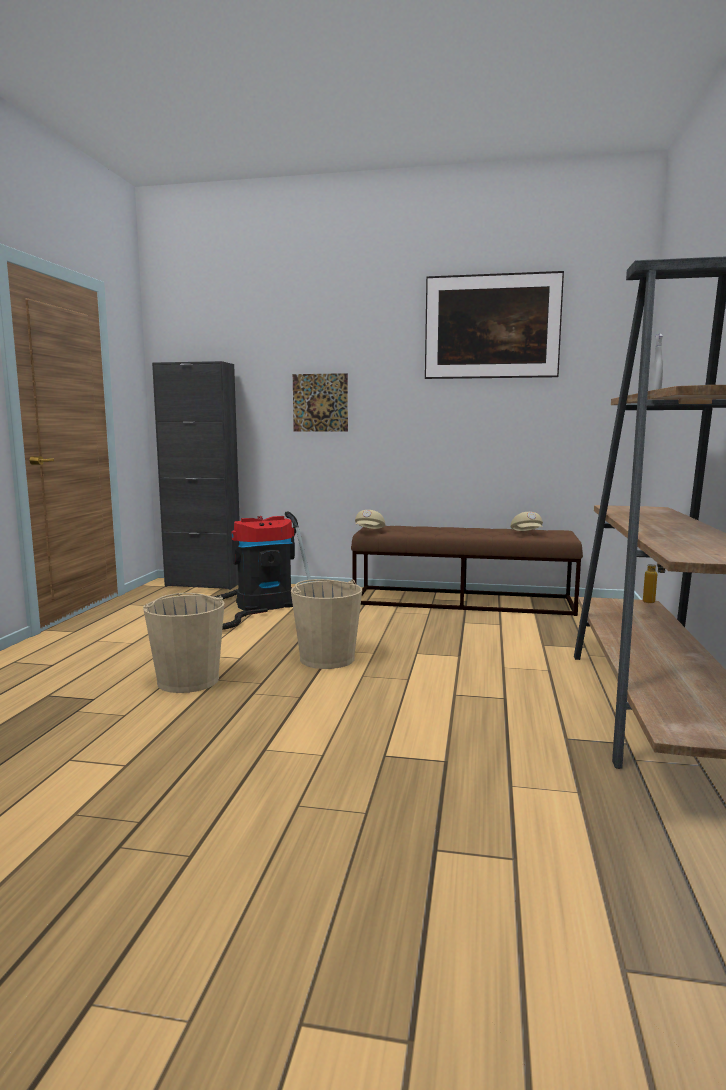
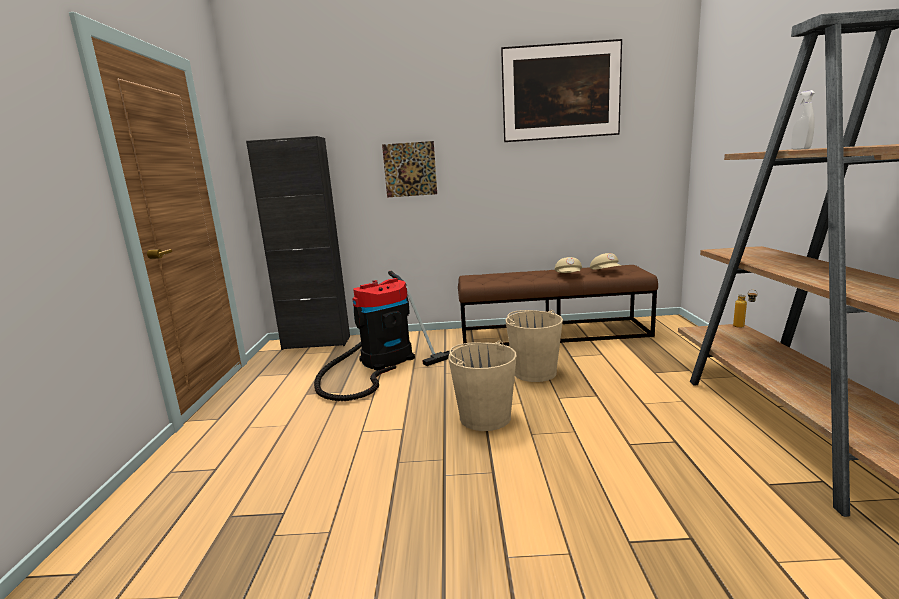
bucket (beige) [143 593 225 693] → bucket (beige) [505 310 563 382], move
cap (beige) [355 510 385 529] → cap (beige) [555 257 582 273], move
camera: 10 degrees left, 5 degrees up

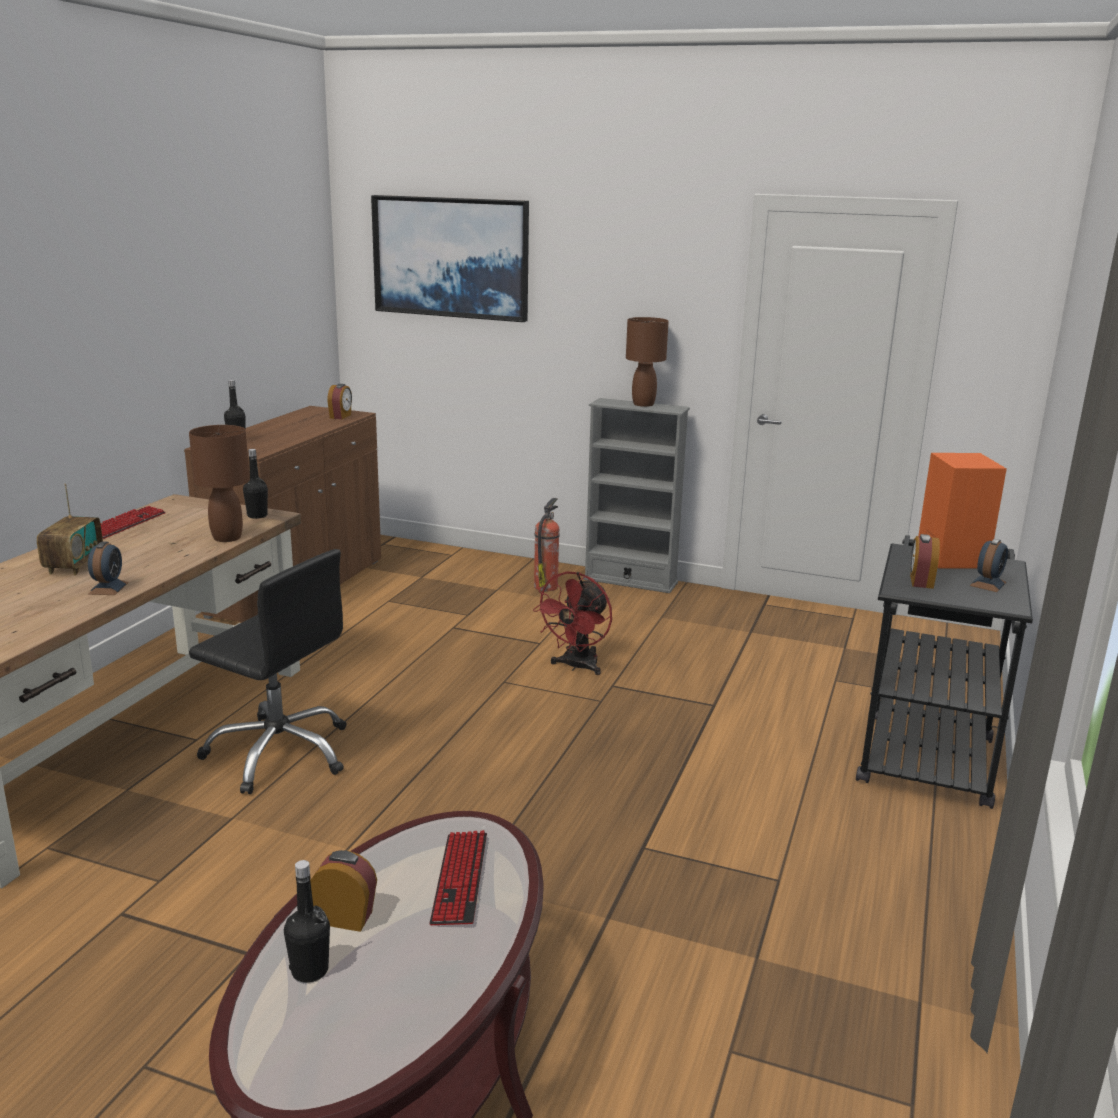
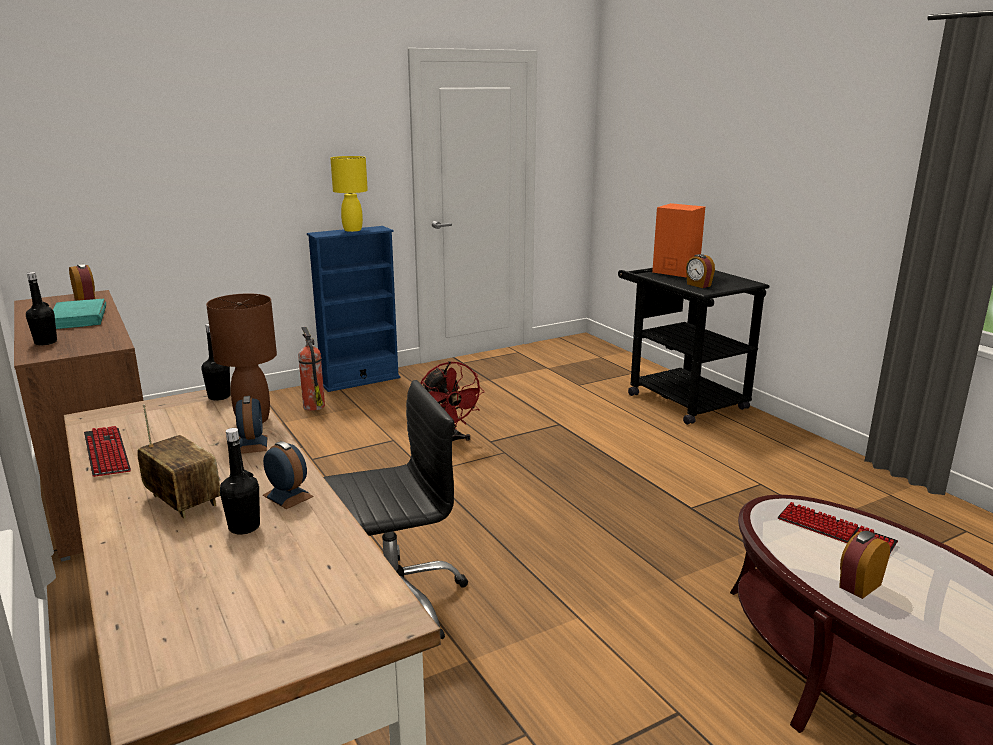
bottle (black) [284 860 330 983] → bottle (black) [220 428 260 535], move
picture [371 195 529 322] → -
bookcase (grey) [583 398 690 593] → bookcase (blue) [307 226 400 392]
table lamp (brown) [626 317 669 407] → table lamp (yellow) [330 156 368 232]
alarm clock [970 539 1008 592] → alarm clock [235 396 268 454], move
- → book (turquoise) [53 299 106 329]
camera: 50 degrees left, 0 degrees up

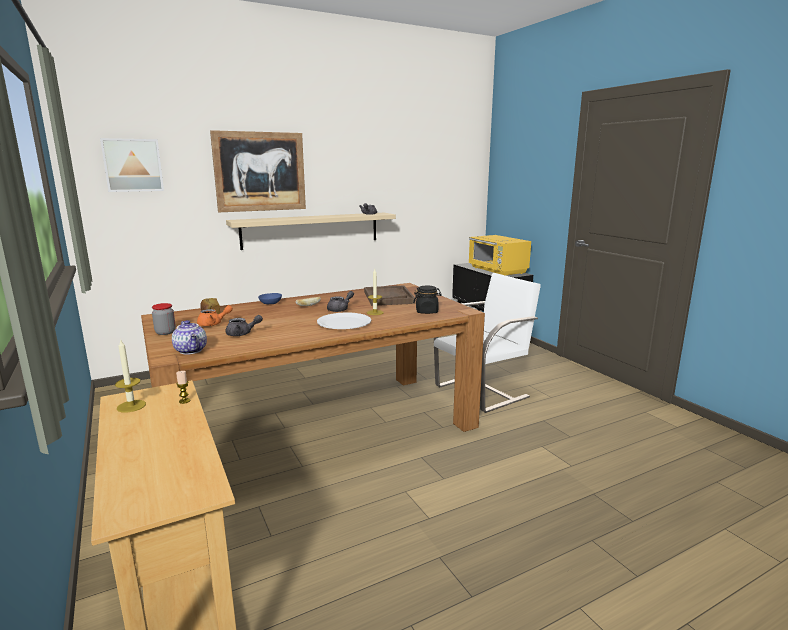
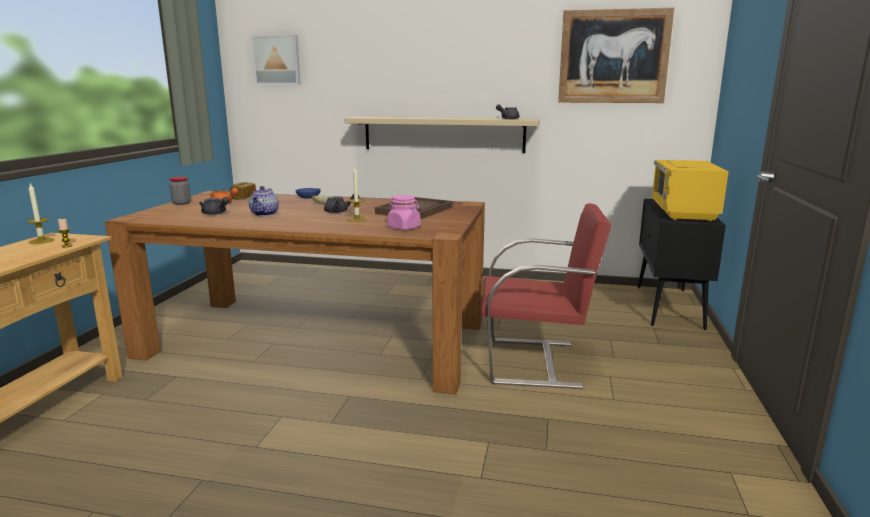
teapot [172 320 207 355] → teapot [249 186 279 216], move
picture [210 130 306 212] → picture [558 8 674 103], move
plate (white) [317 312 371 329] → -
jar (black) [413 286 442 314] → jar (pink) [388 195 420 230]
chair (white) [434 273 541 413] → chair (red) [481 203 612 389]
camera: 40 degrees right, 0 degrees up

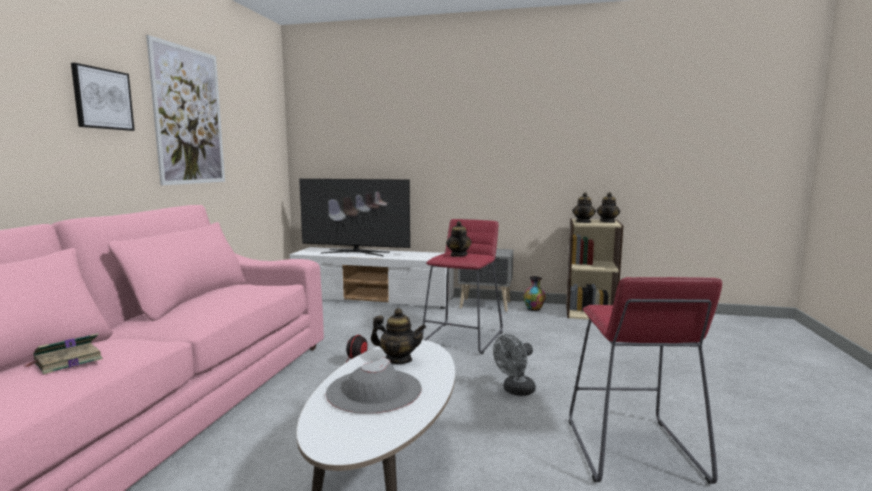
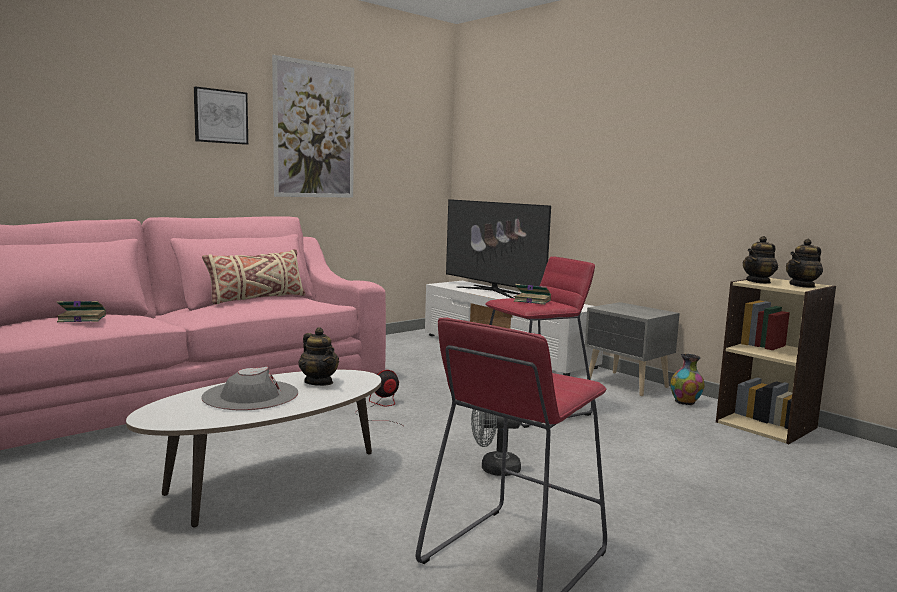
teapot [446 221 472 257] → book [514 284 551 305]
- → pillow (beige) [202 249 306 305]
camera: 35 degrees right, 0 degrees up

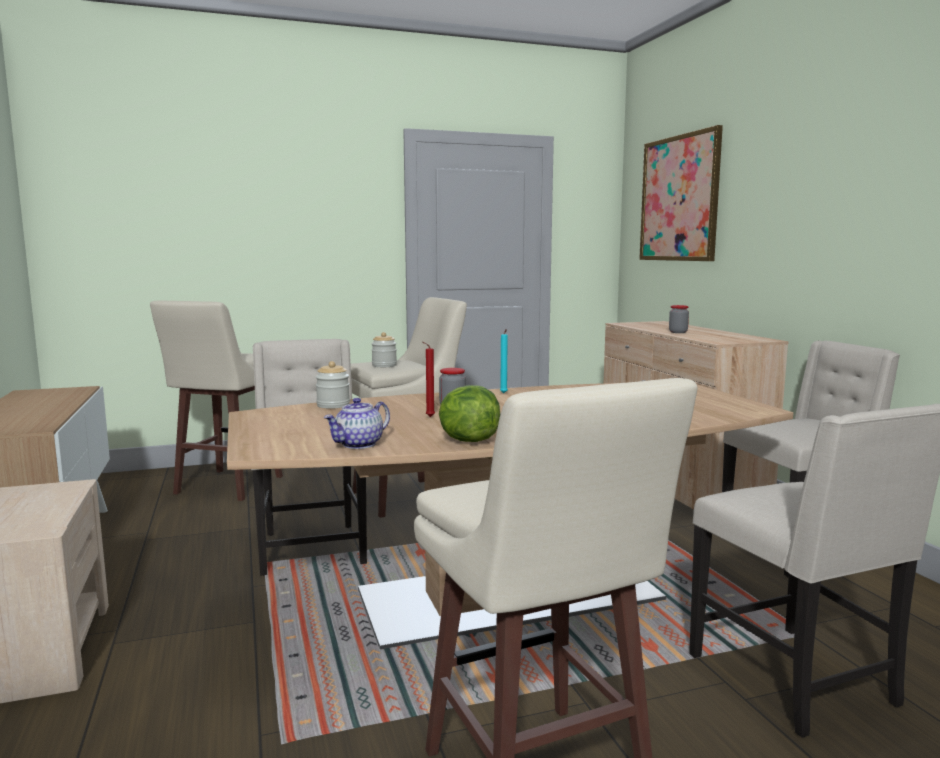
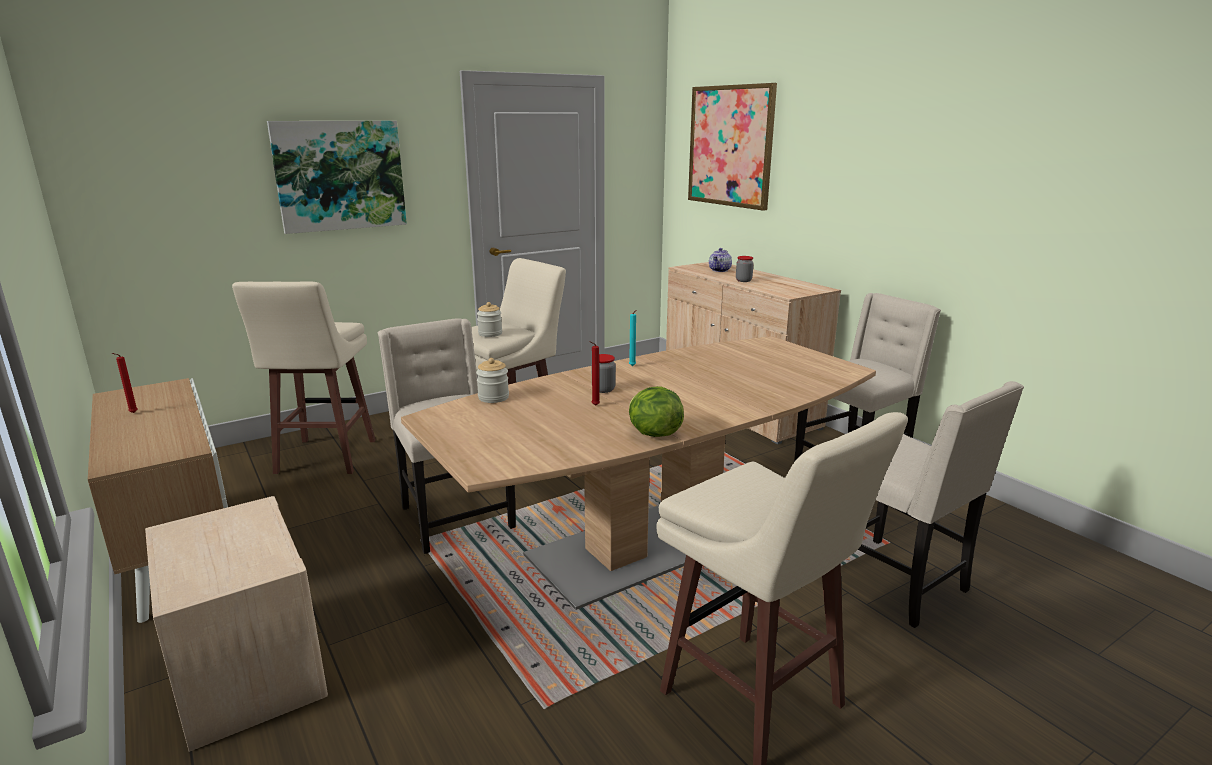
teapot [323 398 390 449] → teapot [709 248 732 272], move
- → candle (red) [112 353 138 413]
- → picture [267 121 407 234]
camera: 15 degrees left, 10 degrees up

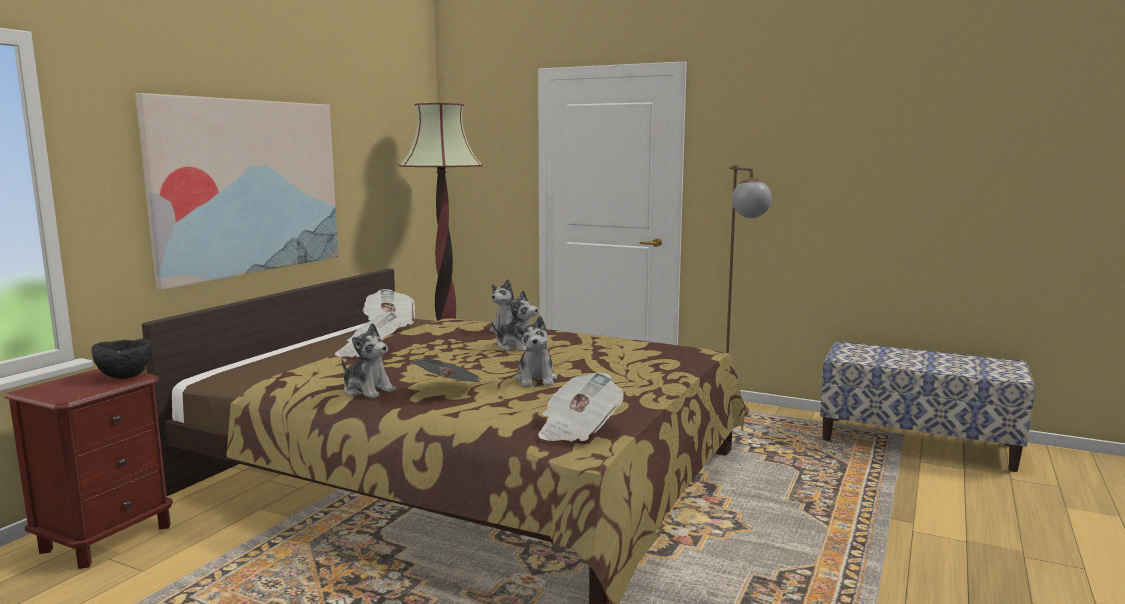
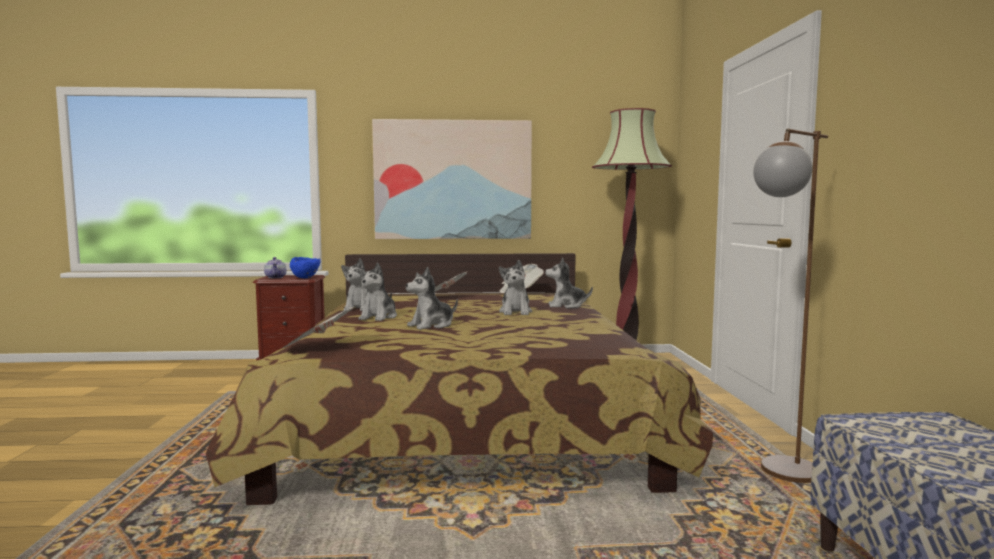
bowl (black) [92 338 153 379] → bowl (blue) [290 257 321 278]
newspaper [410 359 482 382] → plush toy [359 263 397 321]
- → teapot [264 257 286 278]
camera: 60 degrees right, 5 degrees down

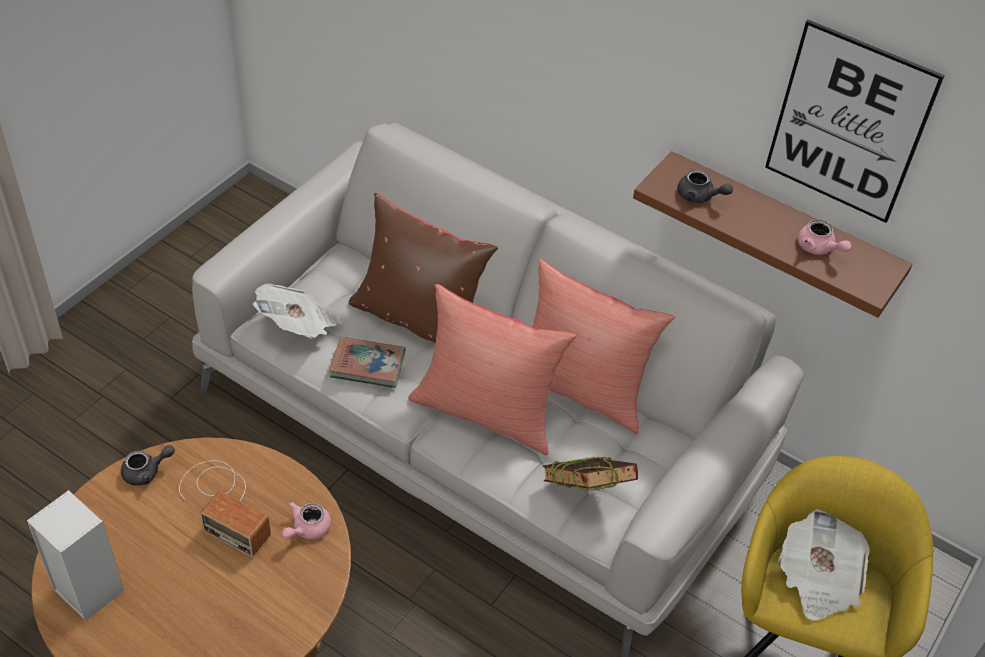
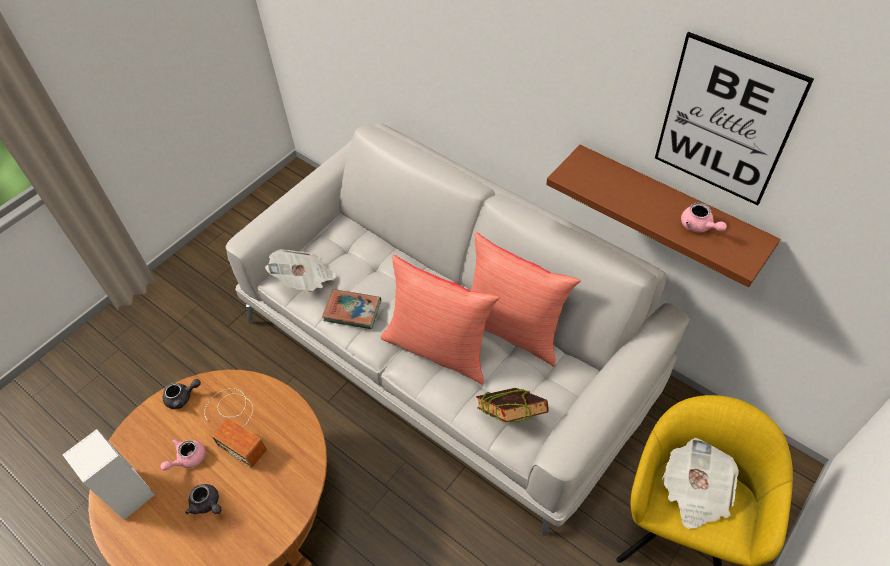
teapot (pink) [282 501 331 539] → teapot (pink) [161 438 206 471], move
pillow (brown) [348 193 498 343] → -
teapot (grey) [677 169 733 203] → teapot (grey) [185 484 221 514], move
camera: 10 degrees right, 5 degrees up

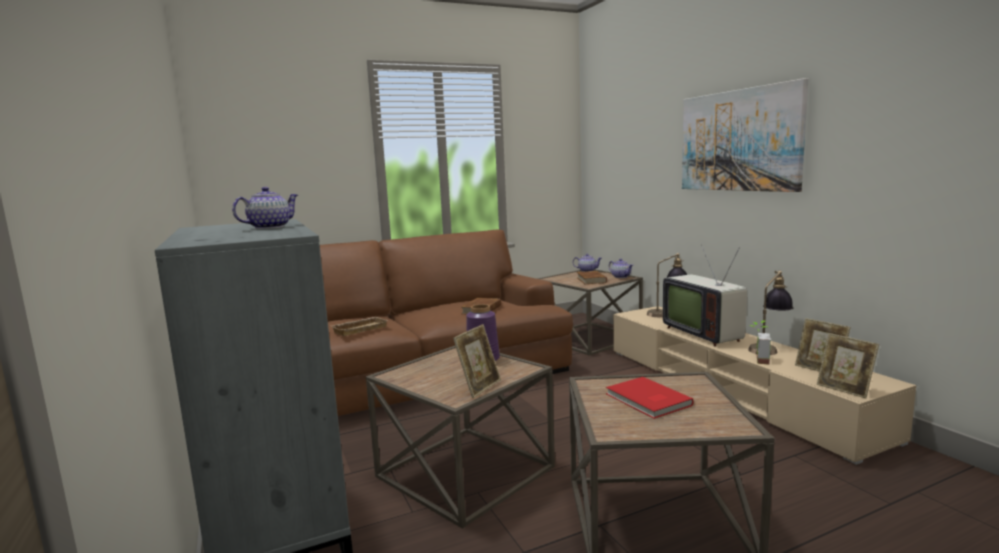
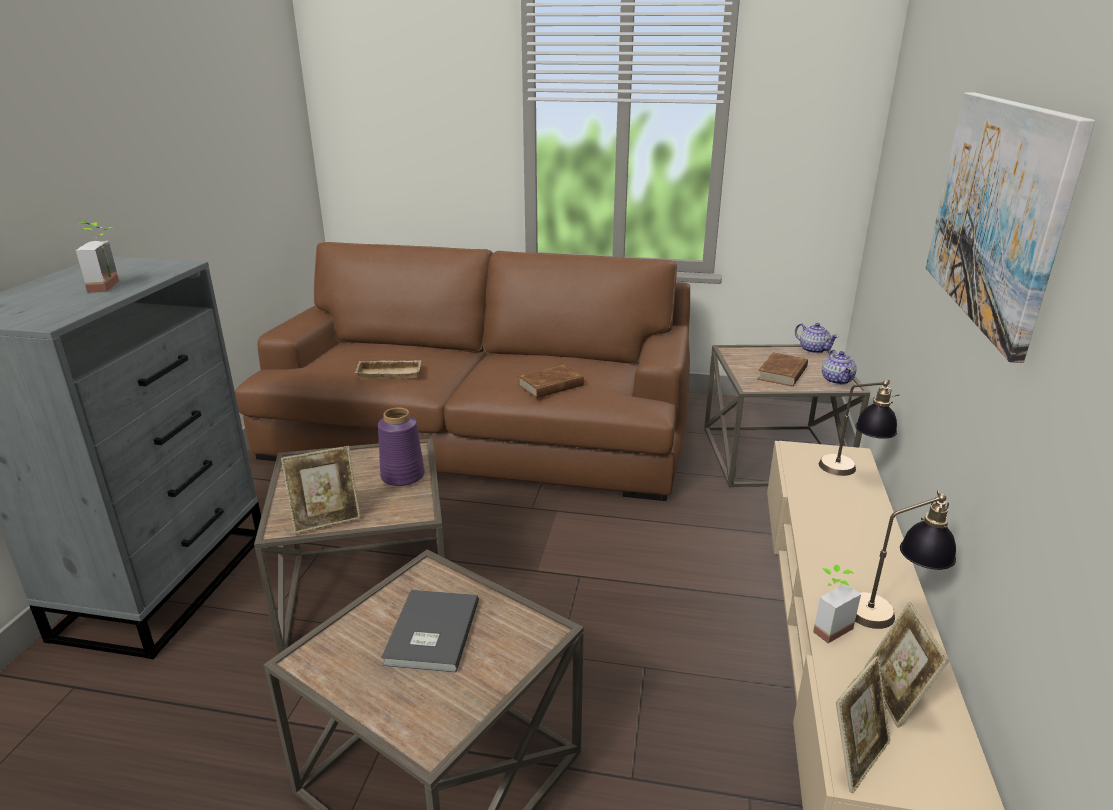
teapot [232 187 298 229] → potted plant [76 222 119 293]
book (red) [606 377 694 419] → book (grey) [381 590 479 673]
television [663 244 747 347] → -
picture frame [817 333 879 399] → picture frame [836 656 891 793], 135 degrees counterclockwise
camera: 35 degrees right, 15 degrees up

